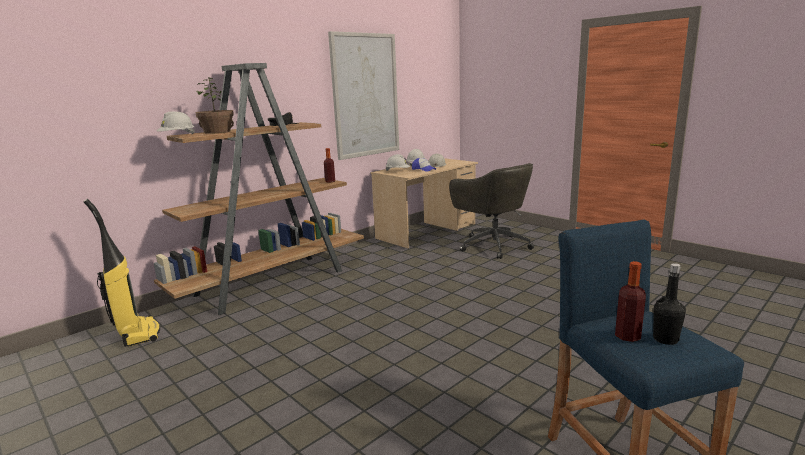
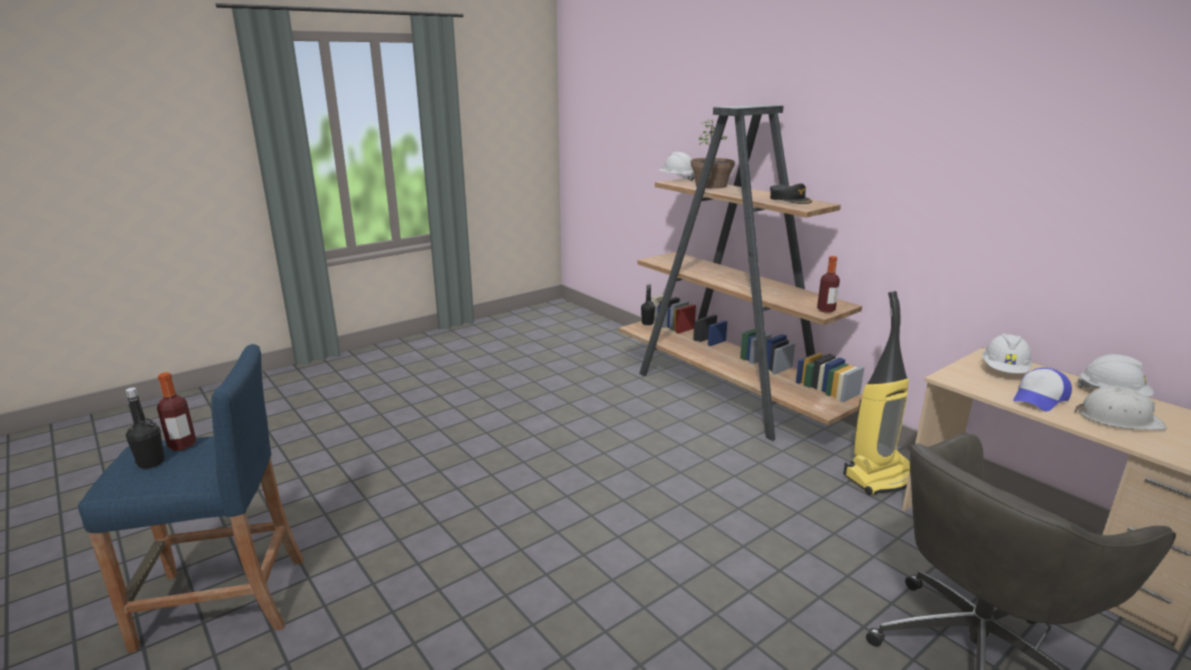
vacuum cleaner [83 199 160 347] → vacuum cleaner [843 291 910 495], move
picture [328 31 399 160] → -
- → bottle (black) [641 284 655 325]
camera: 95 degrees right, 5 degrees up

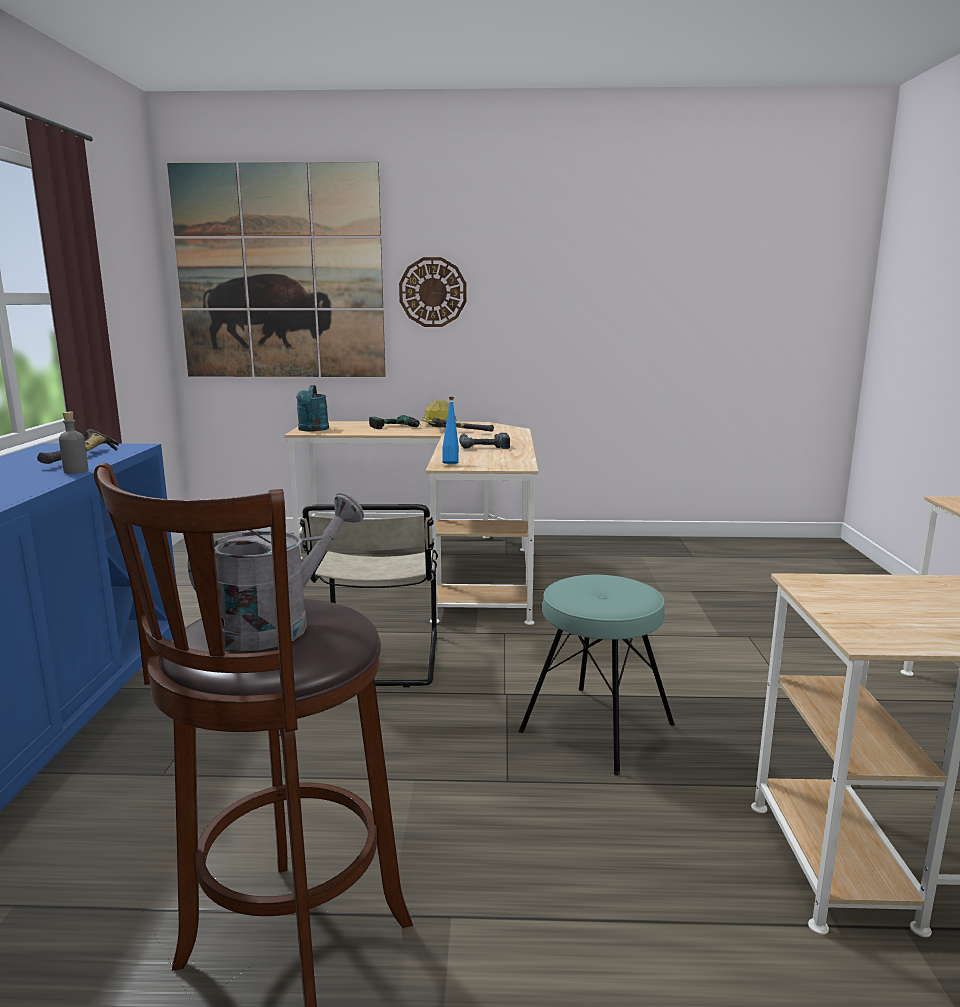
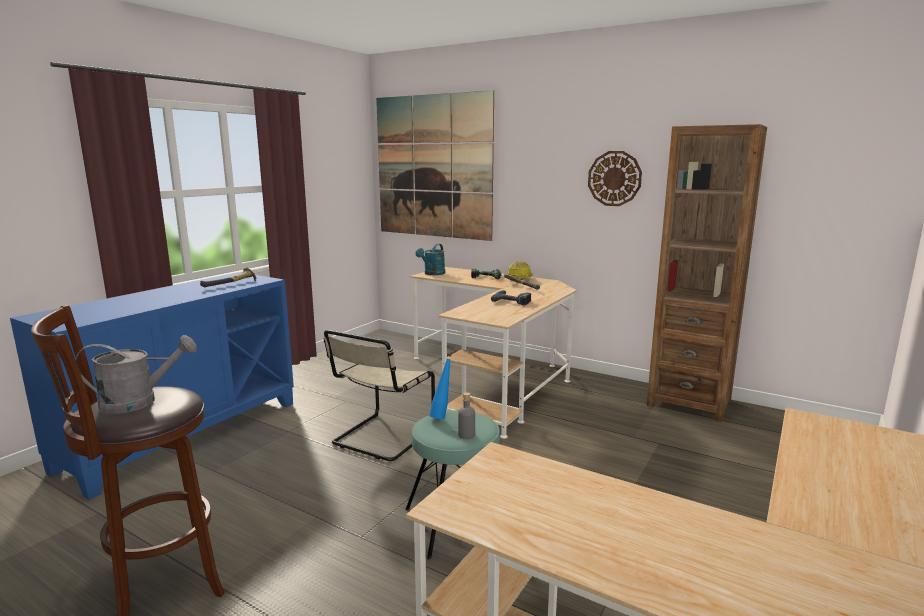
bottle (grey) [59 412 88 474] → bottle (grey) [458 392 475 439], move
wall clock [399 257 466 327] → wall clock [588 151 642 206], move
bottle (blue) [442 397 459 464] → bottle (blue) [429 354 452 419], move
- → bookcase (brown) [647 124 767 422]
camera: 30 degrees right, 0 degrees up

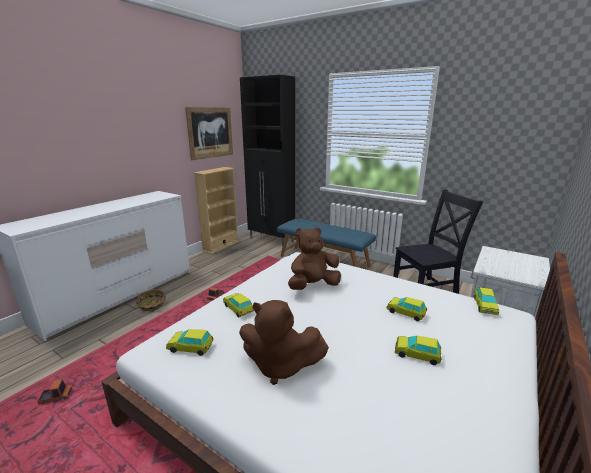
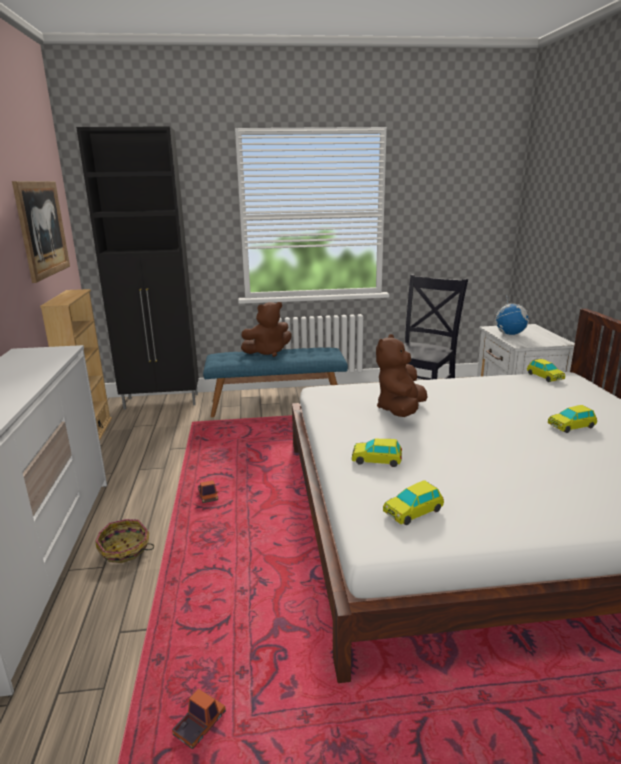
plush toy (brown) [239 300 329 385] → plush toy (brown) [241 302 291 357], move
toy car [387 297 427 321] → -
- → globe [493 294 529 335]
camera: 40 degrees left, 0 degrees up

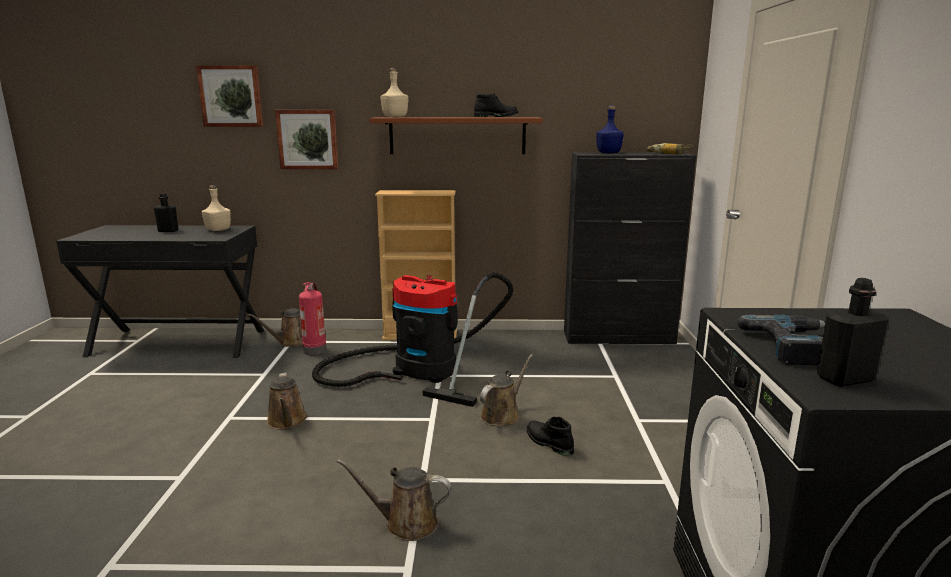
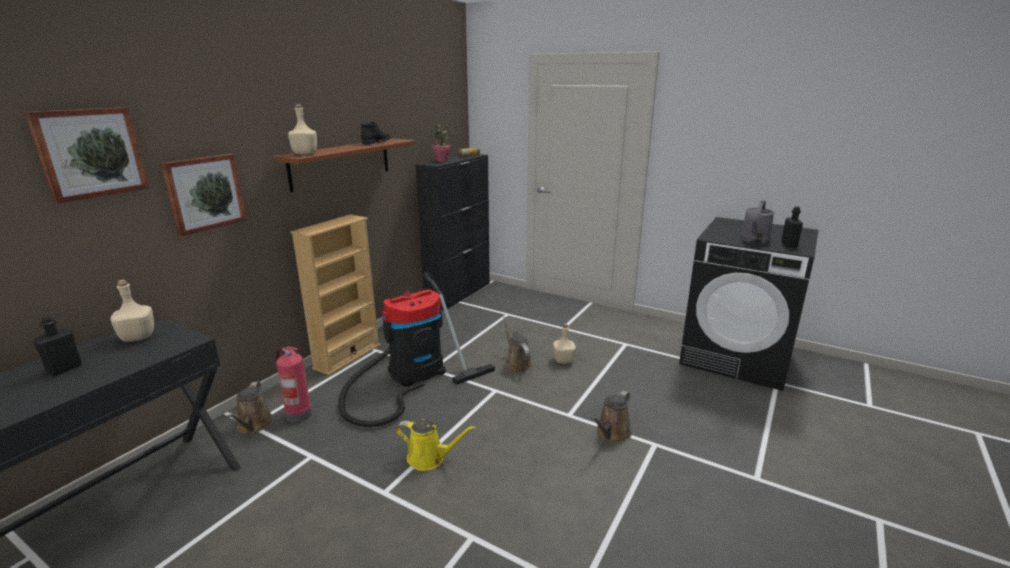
watering can (brown) [267 373 307 429] → watering can (yellow) [396 419 475 471]
boot (black) [527 417 574 456] → bottle (beige) [553 324 576 364]
bottle (blue) [596 105 624 153] → potted plant [432 124 451 162]
power drill [737 315 825 365] → watering can (grey) [741 200 774 244]
camera: 60 degrees left, 5 degrees up

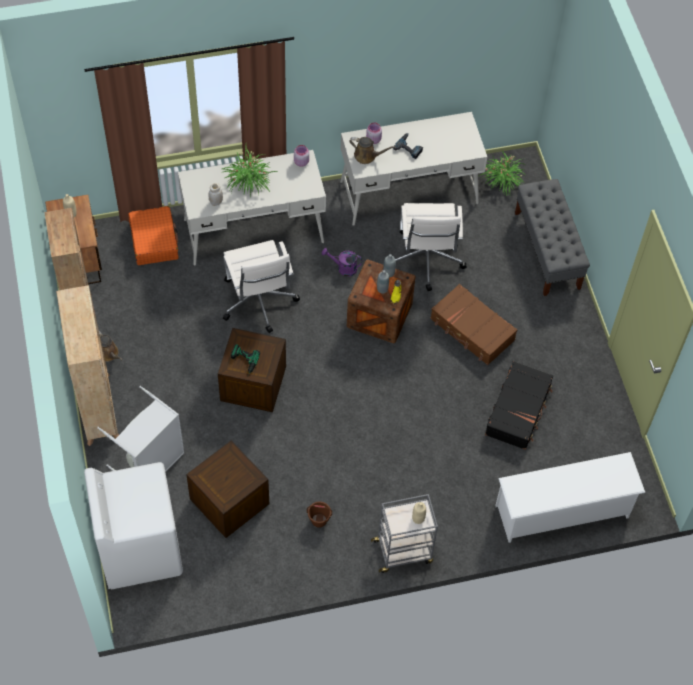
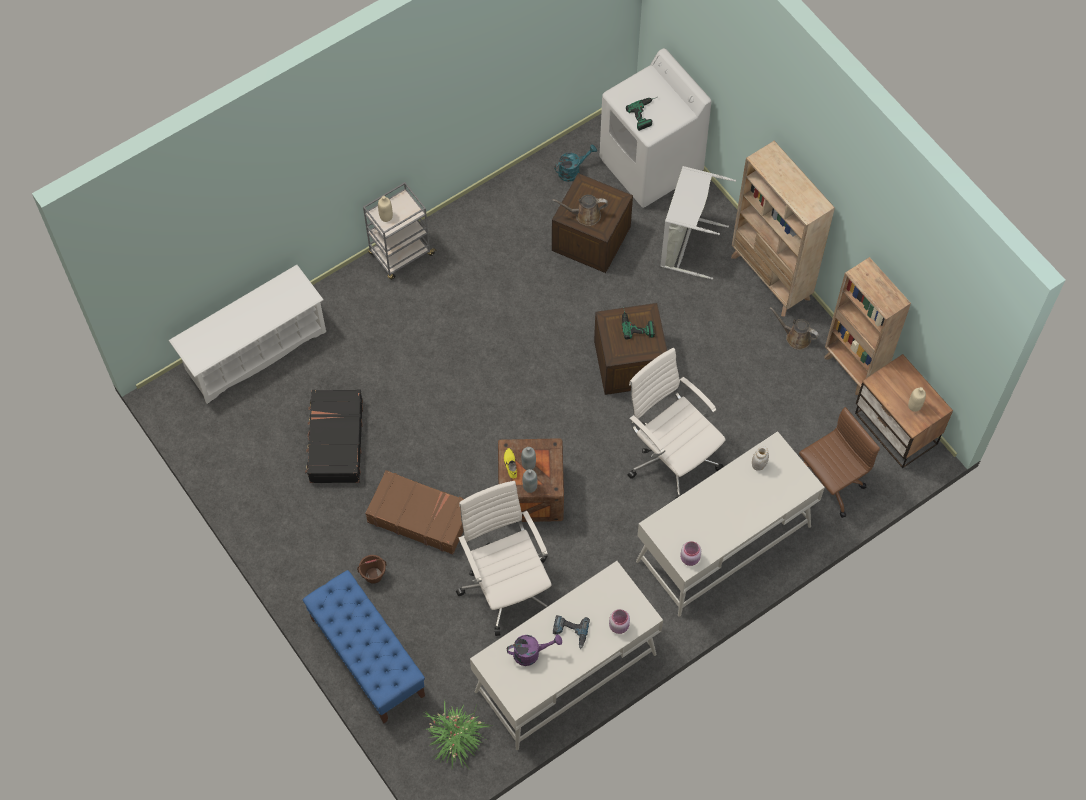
suitcase (orange) [128 206 178 265] → office chair (brown) [799 407 880 518]
potted plant [222 146 279 196] → -
bucket (brown) [307 501 332 528] → bucket (brown) [357 555 387 584], move
watering can (purple) [322 248 363 277] → watering can (purple) [507 634 562 666], move
watering can (brown) [349 137 395 164] → watering can (brown) [552 195 608 226], move
bench (grey) [515 179 590 296] → bench (blue) [303 570 425 723]
- → watering can (turquoise) [554 145 597 182]
- → power drill [626 97 657 131]
camera: 160 degrees right, 5 degrees up

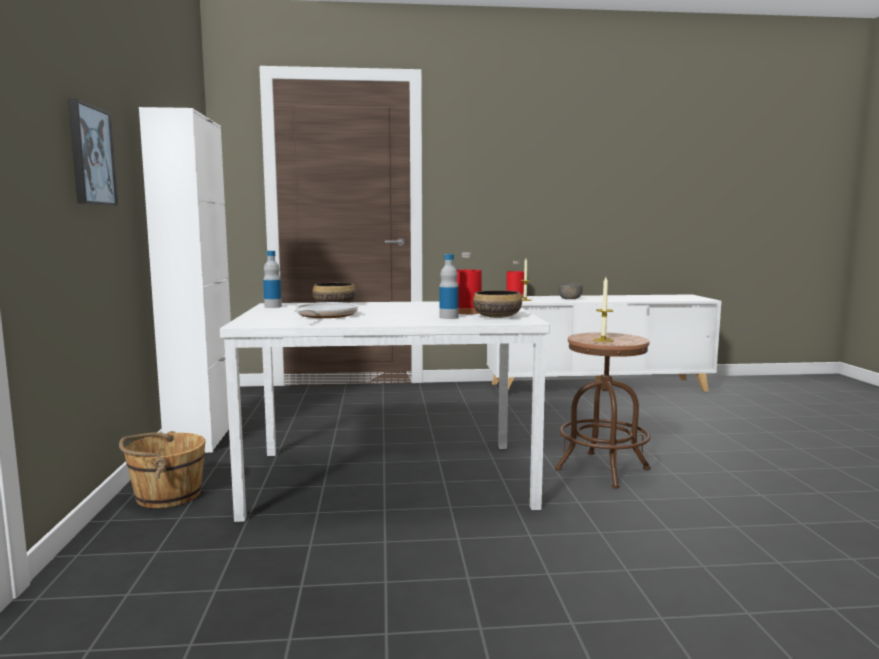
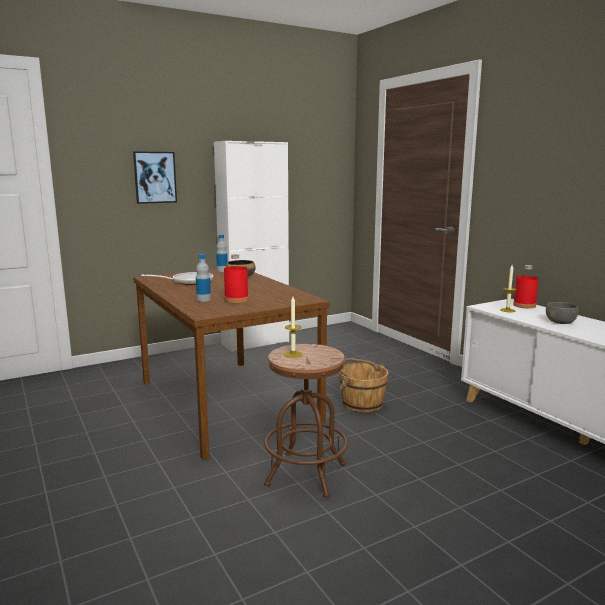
bucket (brown) [119 431 205 508] → bucket (brown) [339 358 389 413], move
dining table (white) [220 301 550 522] → dining table (brown) [133 269 330 460]
bowl [473 290 522 318] → -
camera: 65 degrees right, 5 degrees up

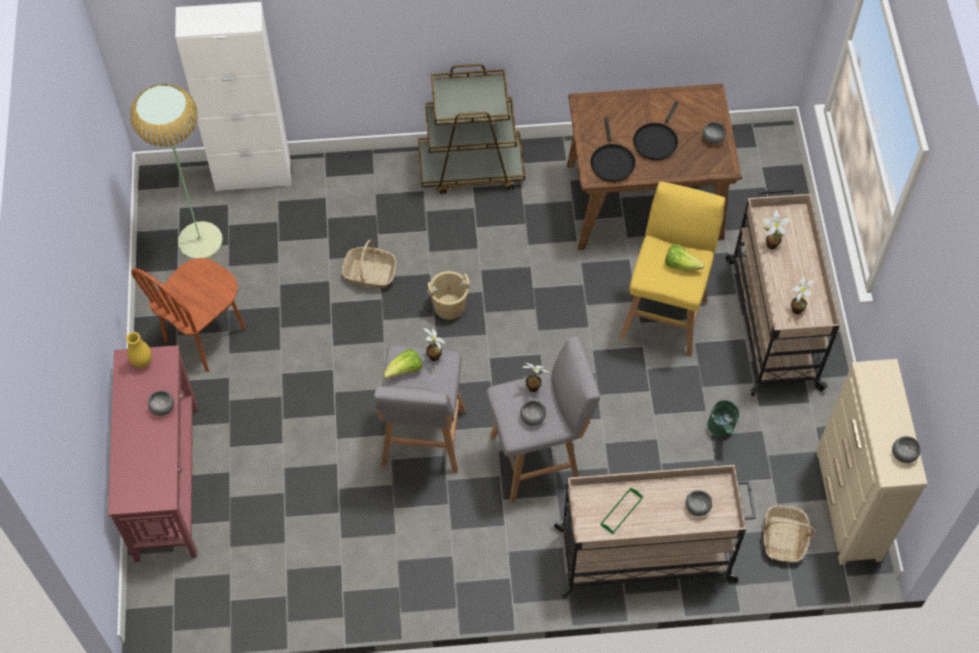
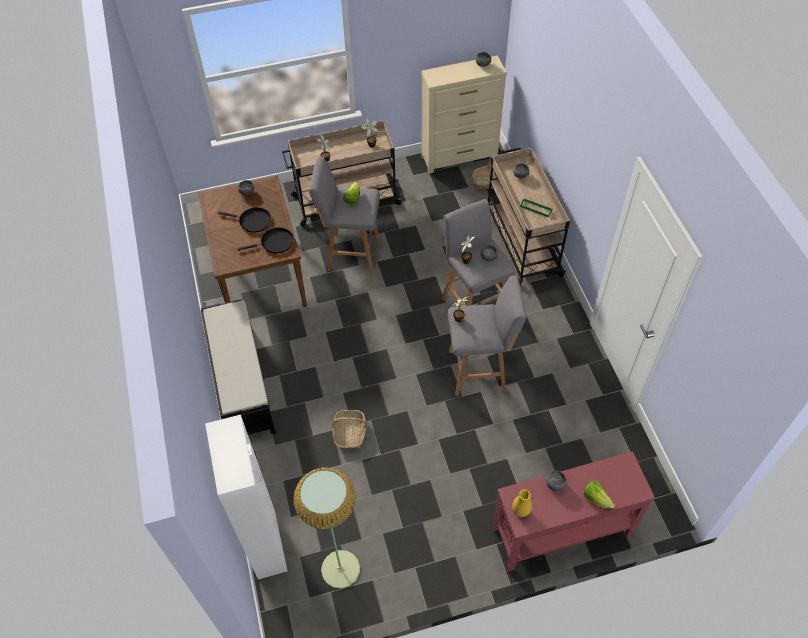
chair (brown) [131 258 246 372] → -
lettuce [383 349 422 379] → lettuce [583 480 616 509], move
cart (brown) [418 64 525 194] → bench (black) [201 300 276 435]
bucket (beige) [427 271 470 320] → -
stool (yellow) [620 181 725 357] → stool (grey) [309 157 380 274]
bucket (green) [707 400 739 437] → -
camera: 100 degrees left, 5 degrees down

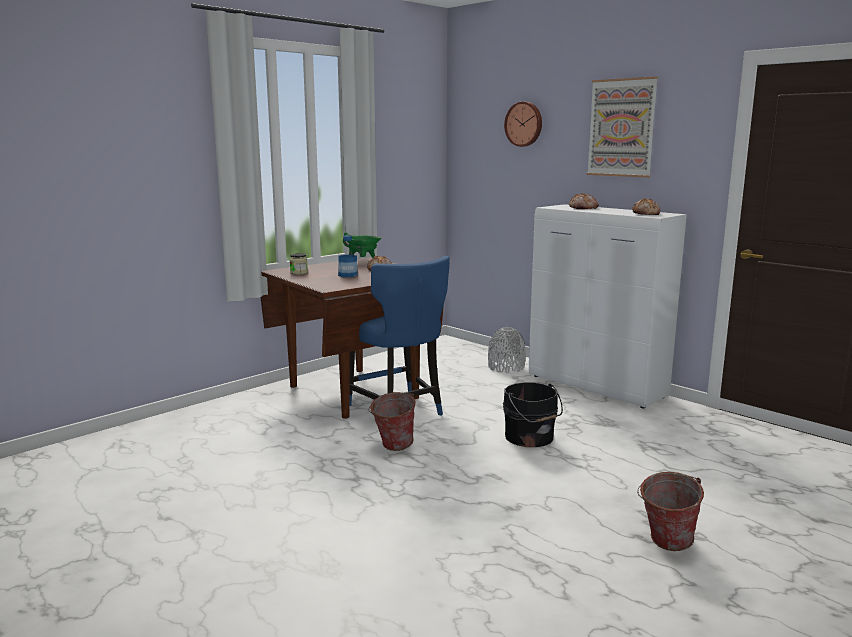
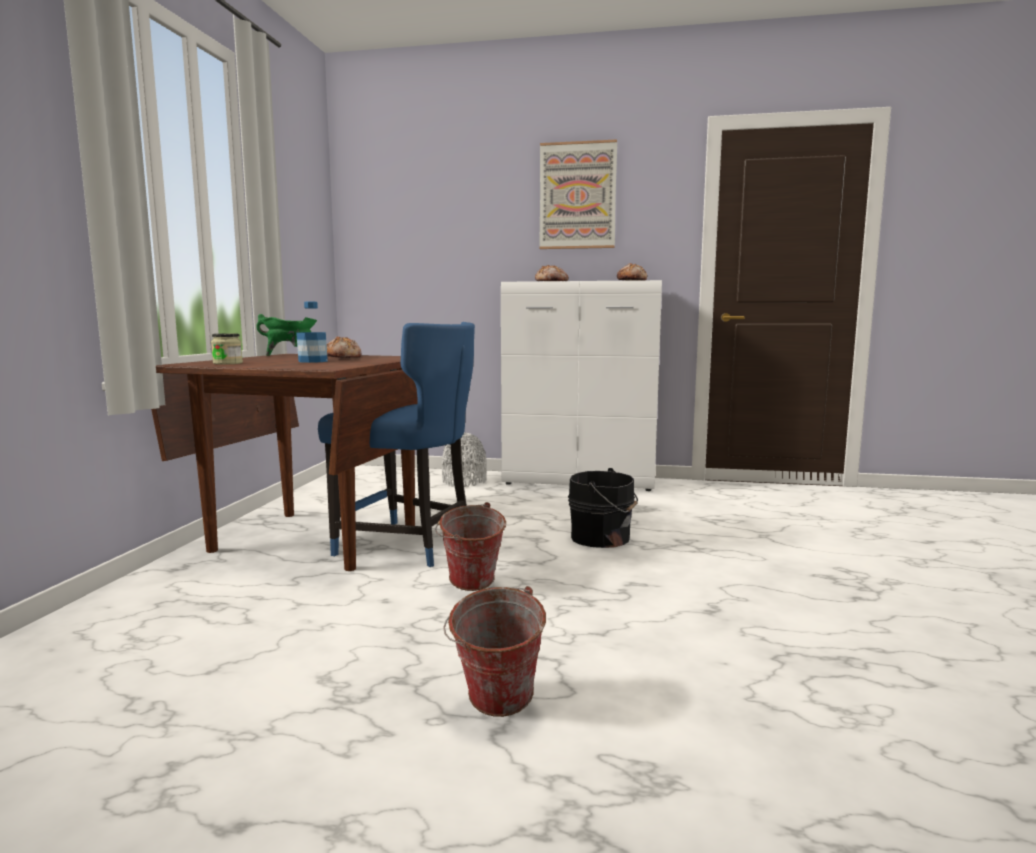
wall clock [504 102 542 147] → -
bucket [637 472 704 551] → bucket [443 586 546 717], move
camera: 35 degrees left, 5 degrees down

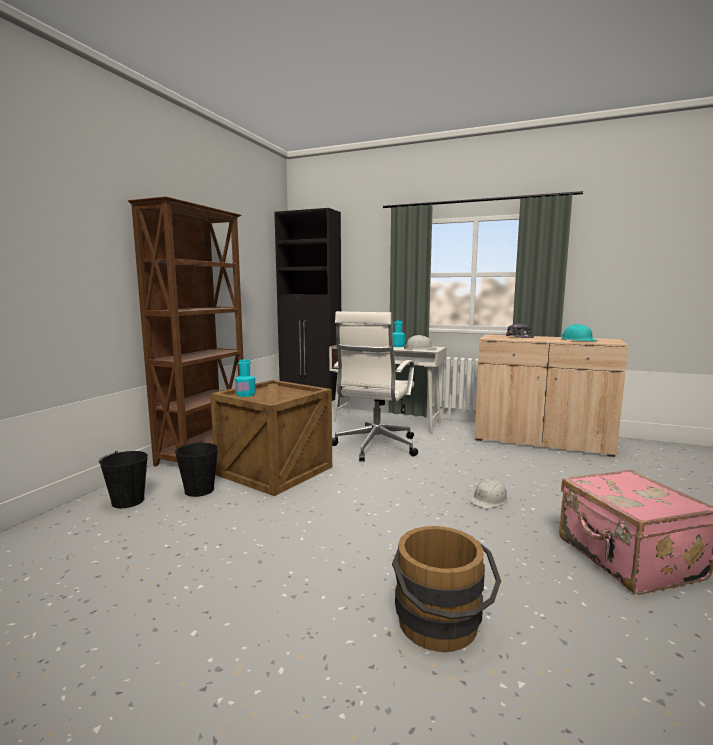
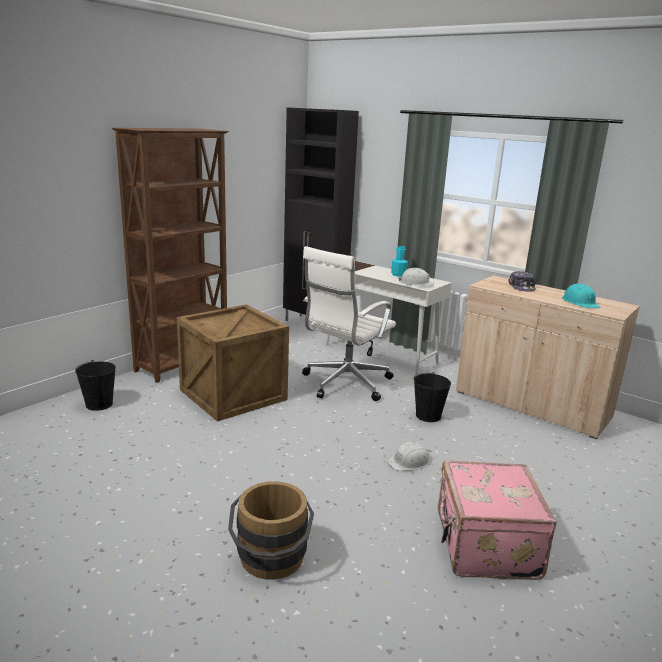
bucket (black) [174 441 218 497] → bucket (black) [414 372 451 422], move
bottle (turquoise) [235 359 256 397] → -
camera: 15 degrees right, 10 degrees up

